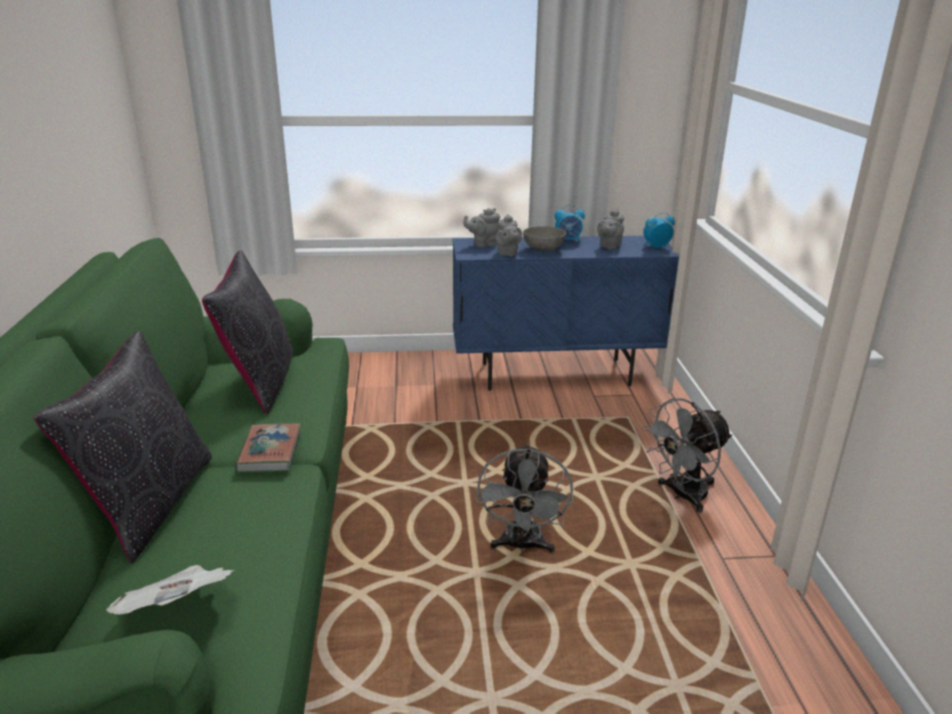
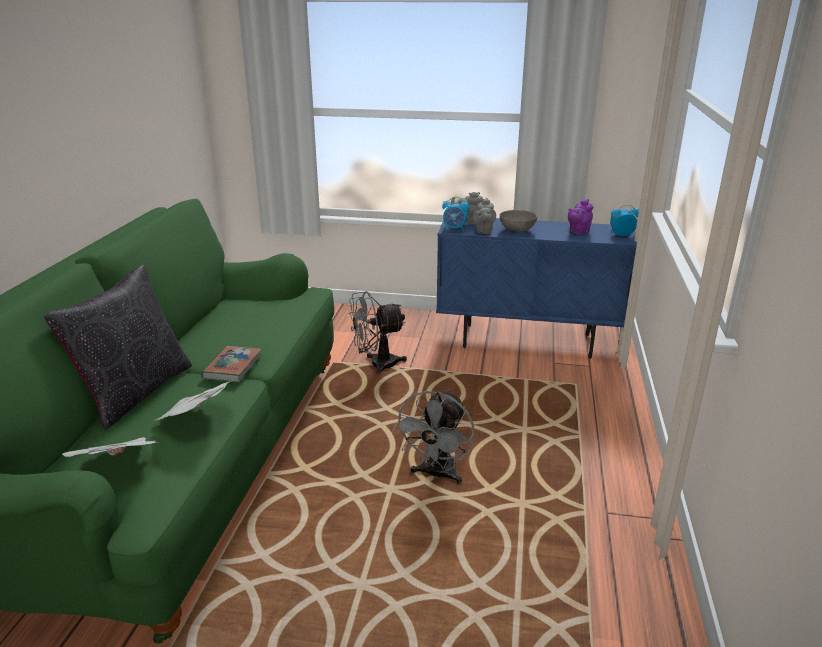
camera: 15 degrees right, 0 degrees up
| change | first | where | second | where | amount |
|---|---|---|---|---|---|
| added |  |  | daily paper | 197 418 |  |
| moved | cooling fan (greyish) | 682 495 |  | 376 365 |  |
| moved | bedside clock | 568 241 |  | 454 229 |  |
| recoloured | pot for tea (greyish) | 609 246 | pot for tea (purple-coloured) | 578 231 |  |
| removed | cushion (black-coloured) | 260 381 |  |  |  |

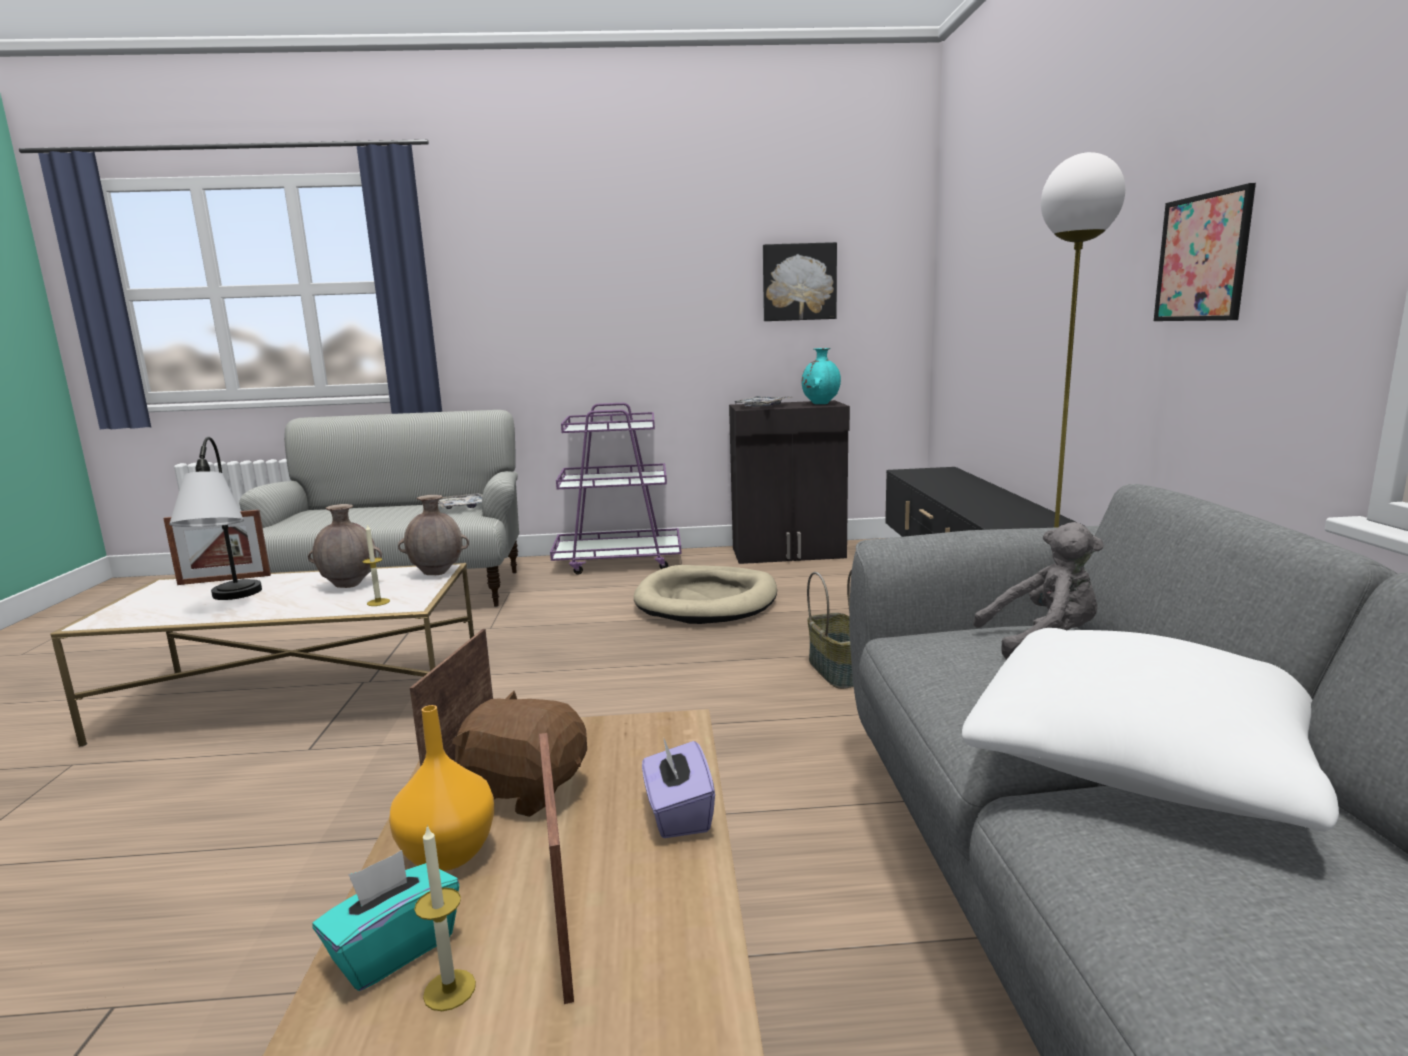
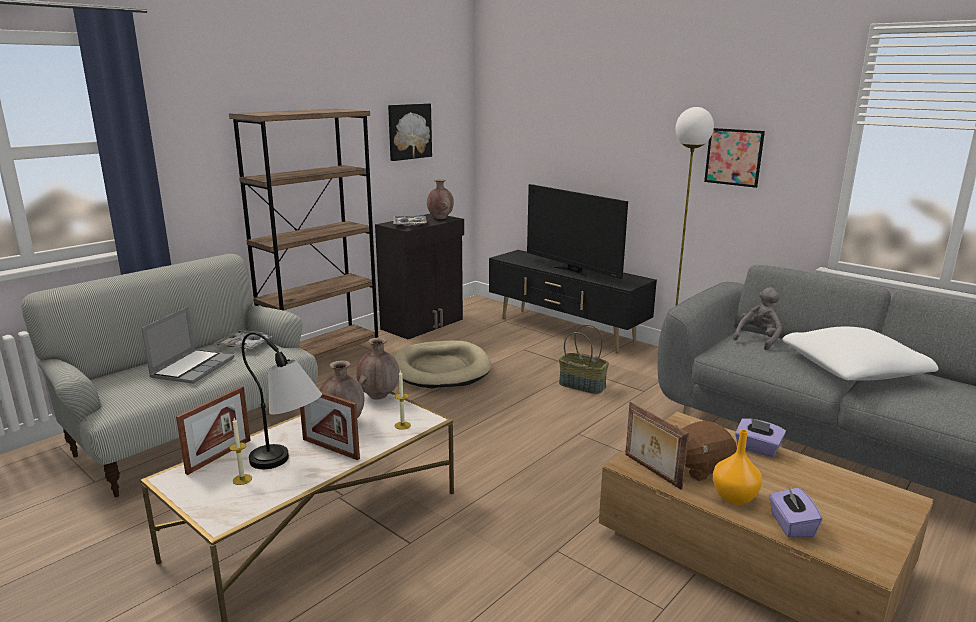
camera: 45 degrees left, 5 degrees up
| change | first | where | second | where | amount |
|---|---|---|---|---|---|
| added |  |  | notebook computer | 193 367 |  |
| replaced | wheeled cart (purple-coloured) | 619 561 | bookcase (brownish) | 322 359 |  |
| moved | candle | 449 990 |  | 242 479 |  |
| moved | picture frame | 561 925 |  | 330 449 |  |
| recoloured | flower vase (turquoise) | 820 404 | flower vase (brownish) | 440 218 |  |
| added |  |  | television | 573 271 |  |
| recoloured | tissue box (turquoise) | 393 949 | tissue box (purple-coloured) | 790 525 |  |

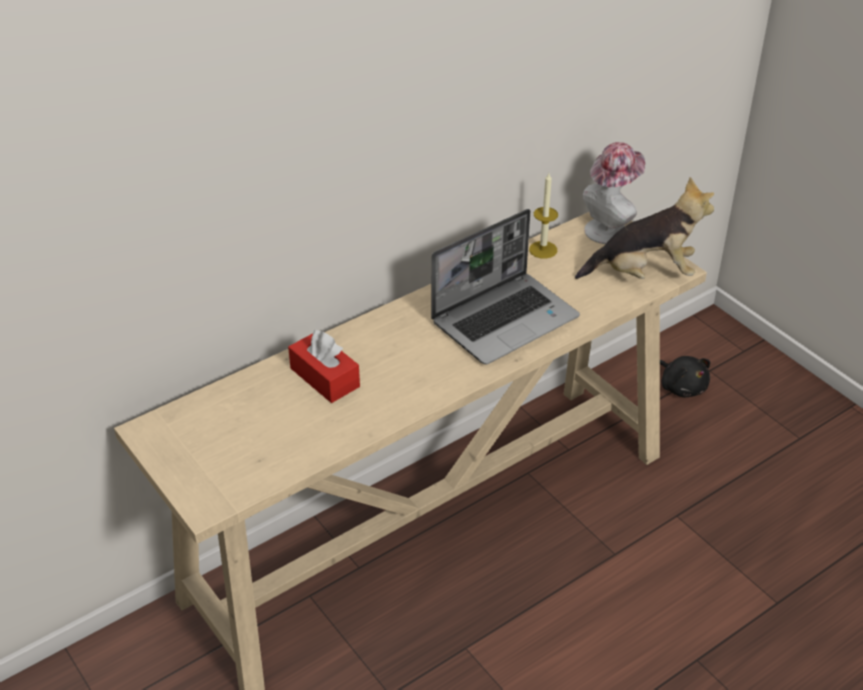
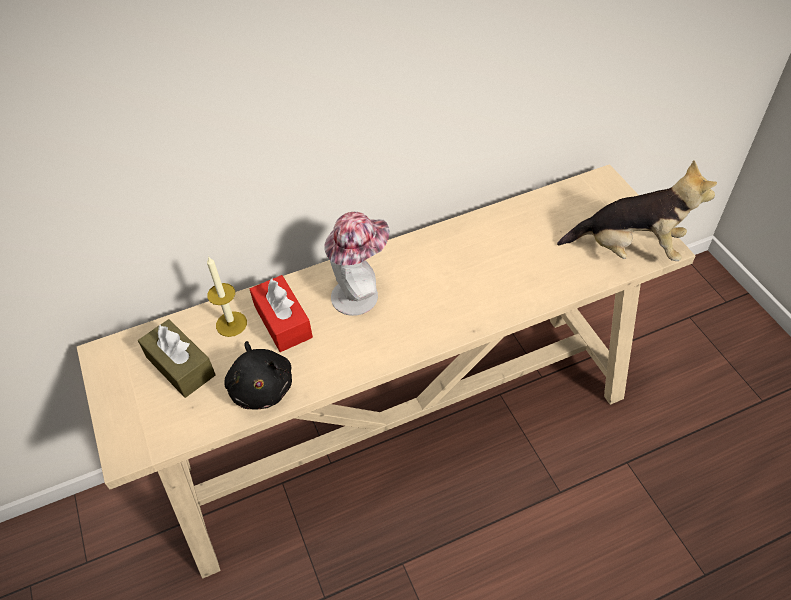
camera: 15 degrees right, 10 degrees up
| change | first | where | second | where | amount |
|---|---|---|---|---|---|
| added |  |  | tissue box (brownish) | 180 366 |  |
| moved | candle | 543 249 |  | 231 324 |  |
| moved | cuddly toy (black-coloured) | 682 386 |  | 262 386 |  |
| moved | wearable hat | 610 228 |  | 360 293 |  |
| removed | notebook computer | 505 319 |  |  |  |

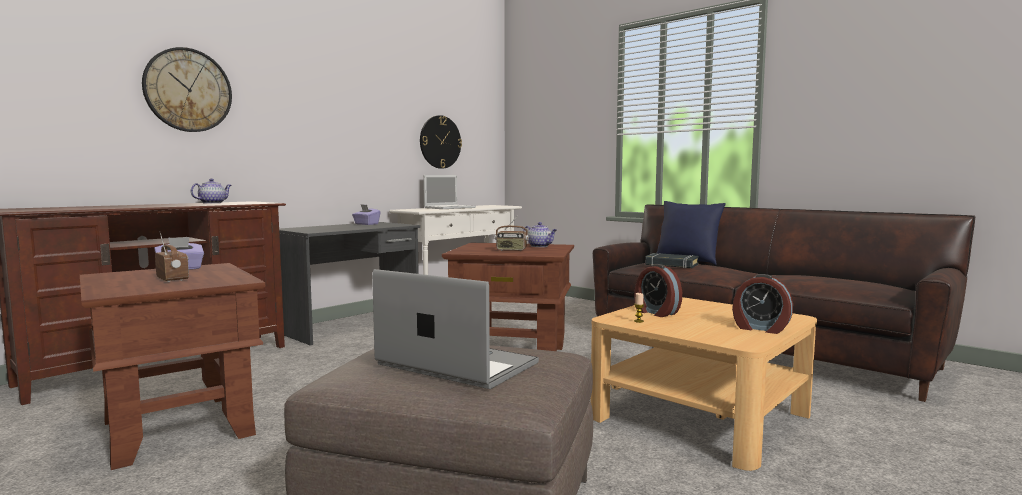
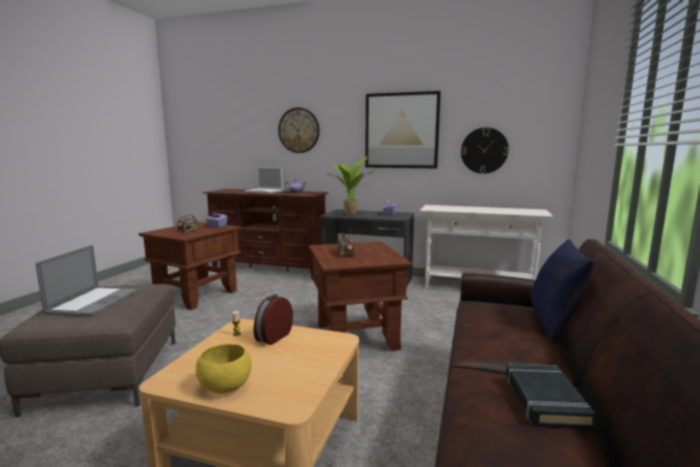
camera: 65 degrees right, 5 degrees up
| change | first | where | second | where | amount |
|---|---|---|---|---|---|
| replaced | bedside clock | 760 328 | deep dish (yellow) | 225 387 |  |
| moved | notebook computer | 450 208 |  | 264 191 |  |
| added |  |  | potted plant | 350 214 |  |
| added |  |  | wall picture | 401 131 |  |
| moved | volume (black-coloured) | 671 265 |  | 544 400 |  |
| removed | pot for tea | 540 246 |  |  |  |

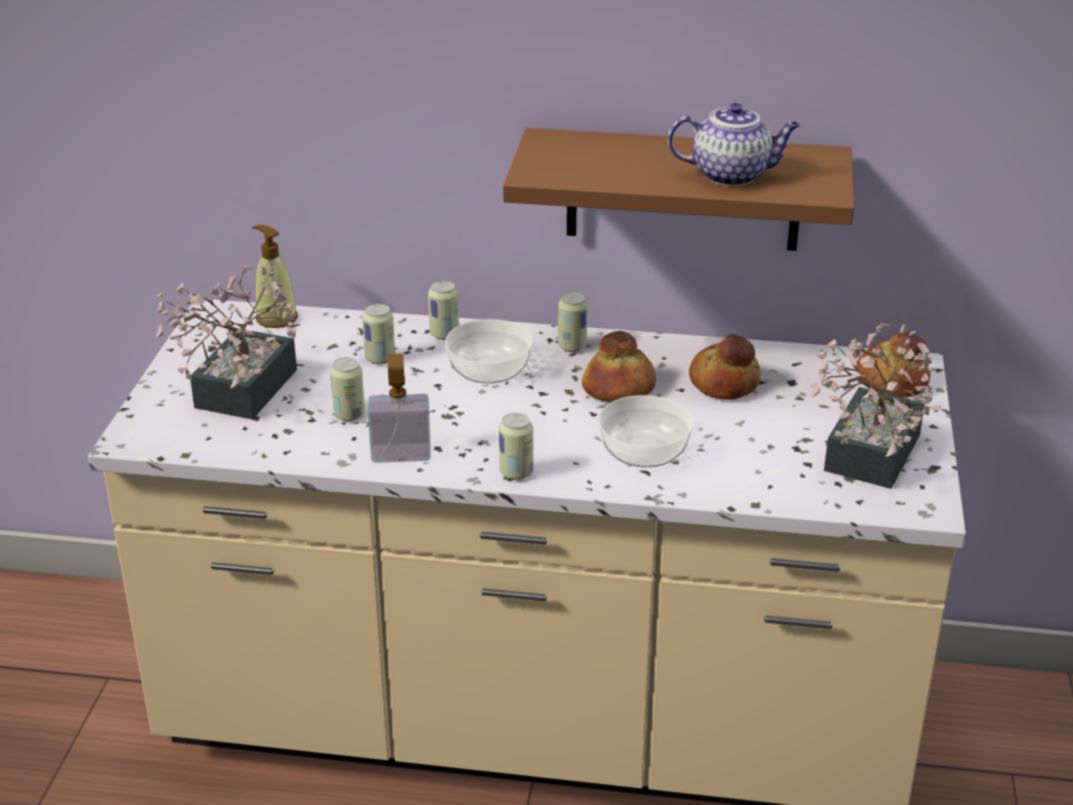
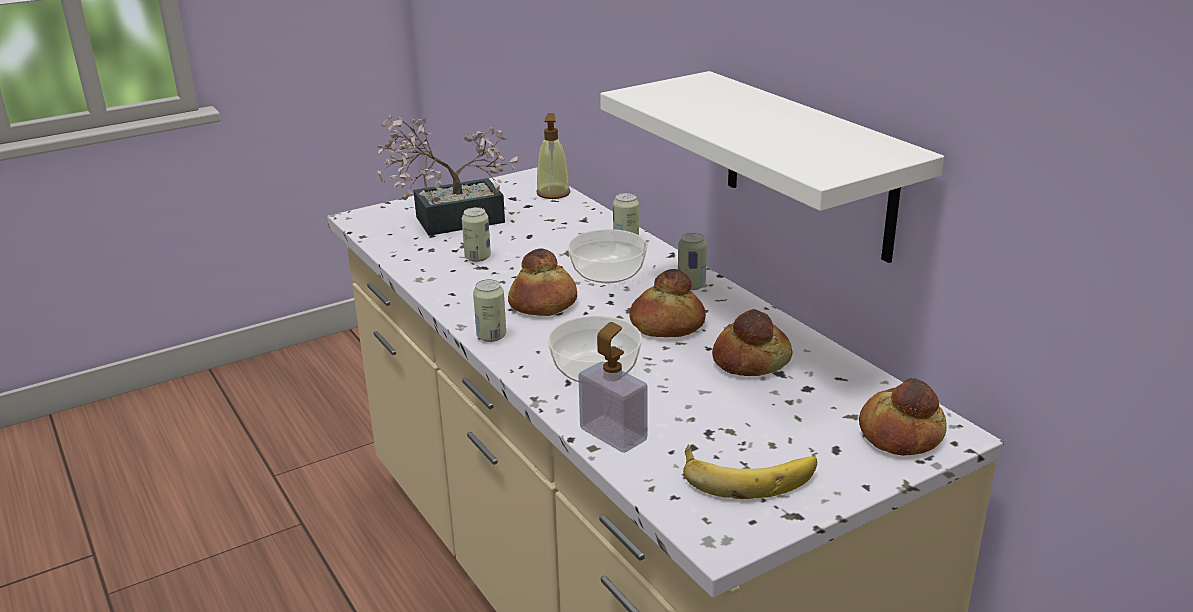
camera: 50 degrees right, 5 degrees down
| change | first | where | second | where | amount |
|---|---|---|---|---|---|
| added |  |  | bakery bread | 544 303 |  |
| moved | liquid soap bottle | 401 453 |  | 613 434 |  |
| recoloured | bracket shelf (brownish) | 683 190 | bracket shelf (white-coloured) | 808 165 |  |
| replaced | potted plant | 866 459 | banana | 747 473 |  |
| removed | sealed can | 380 358 |  |  |  |
| removed | pot for tea | 732 175 |  |  |  |

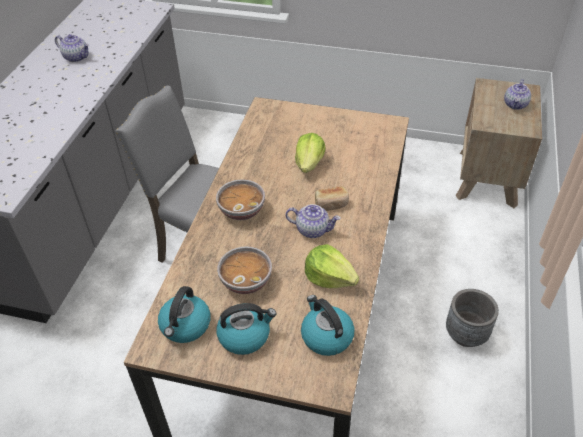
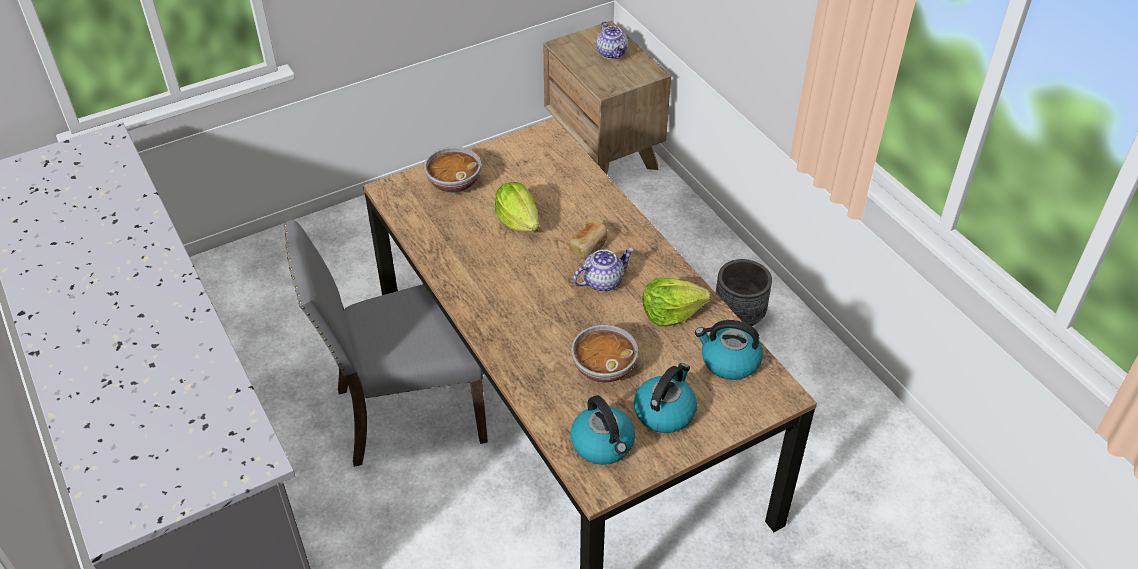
camera: 45 degrees left, 0 degrees up
| change | first | where | second | where | amount |
|---|---|---|---|---|---|
| moved | deep dish | 241 210 |  | 453 183 |  |
| removed | pot for tea | 76 57 |  |  |  |

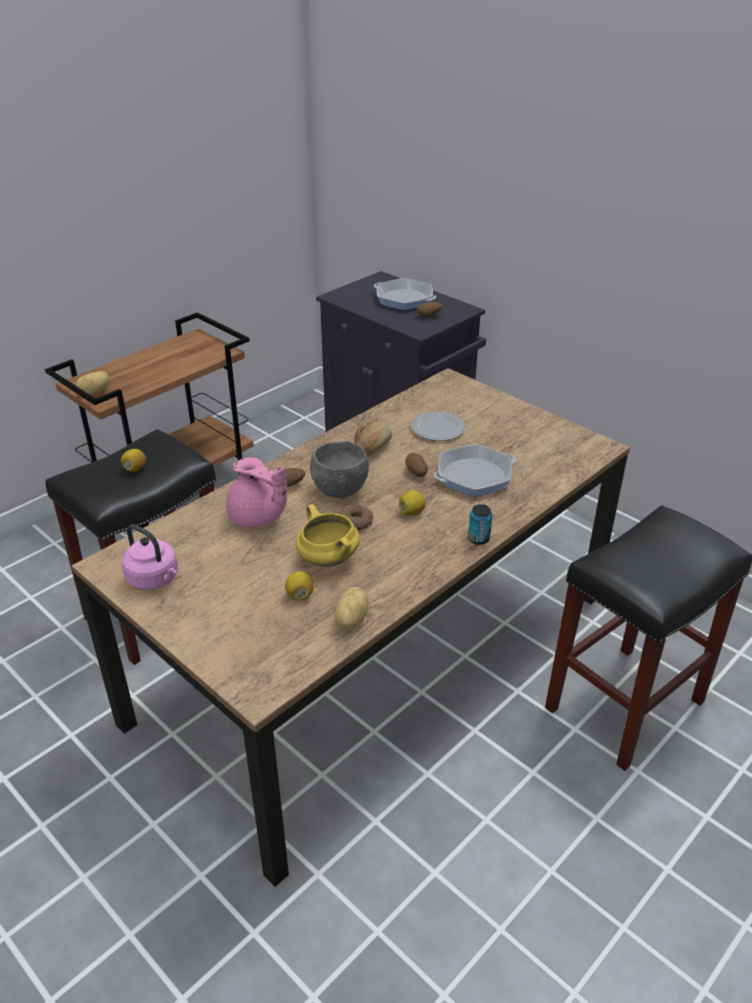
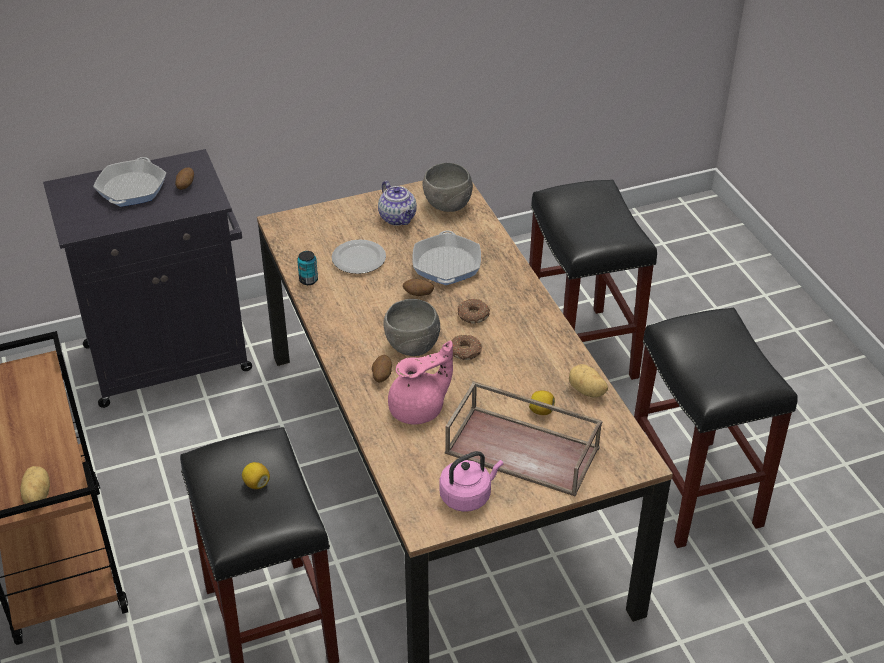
camera: 65 degrees left, 5 degrees up
| change | first | where | second | where | amount |
|---|---|---|---|---|---|
| turned | skillet | 404 299 |  | 131 188 | 135 degrees clockwise |
| moved | sealed can | 478 539 |  | 308 280 |  |
| added |  |  | pot for tea | 398 218 |  |
| added |  |  | deep dish (greyish) | 447 206 |  |
| added |  |  | tray (brownish) | 524 450 |  |
| replaced | whole lemon | 412 512 | donut | 472 315 |  |
| added |  |  | sitting stool (black-coloured) | 695 493 |  |
| removed | stockpot (yellow) | 327 559 |  |  |  |
| removed | bakery bread | 372 447 |  |  |  |

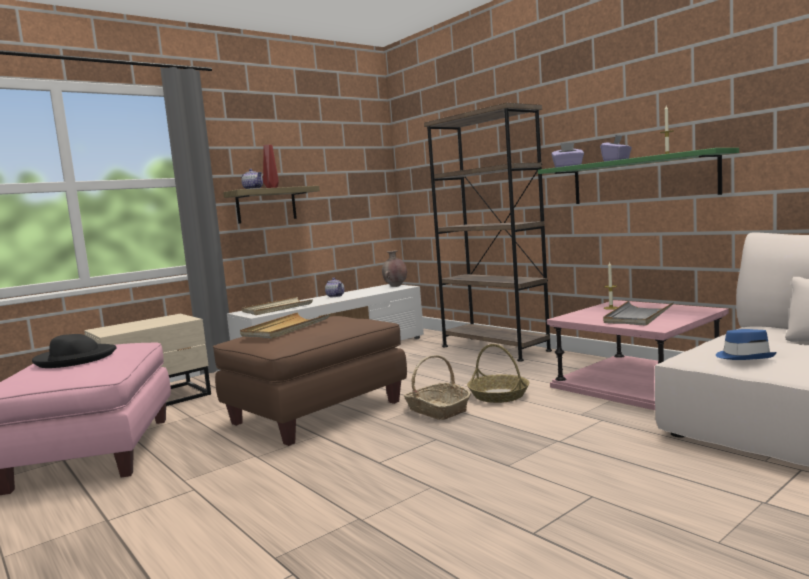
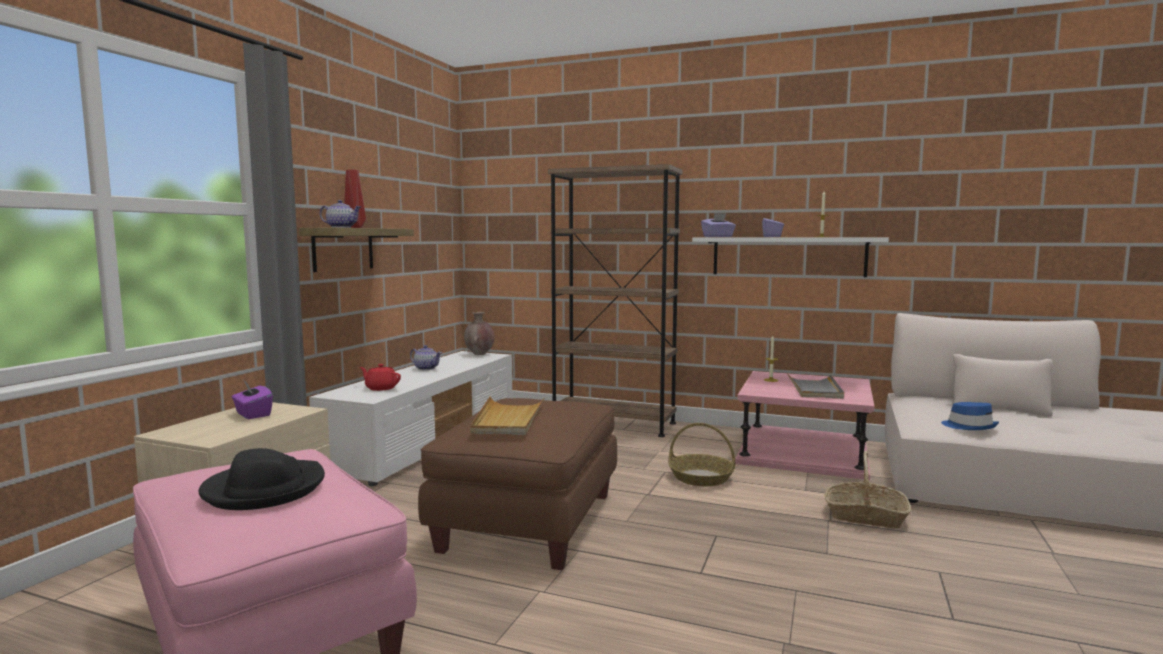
camera: 30 degrees left, 0 degrees up
| change | first | where | second | where | amount |
|---|---|---|---|---|---|
| added |  |  | tissue box (purple-coloured) | 252 414 |  |
| replaced | tray (beige) | 277 309 | pot for tea (red) | 381 388 |  |
| recoloured | bracket shelf (green-coloured) | 641 179 | bracket shelf (white-coloured) | 788 256 |  |
| moved | basket | 437 410 |  | 865 516 |  |

